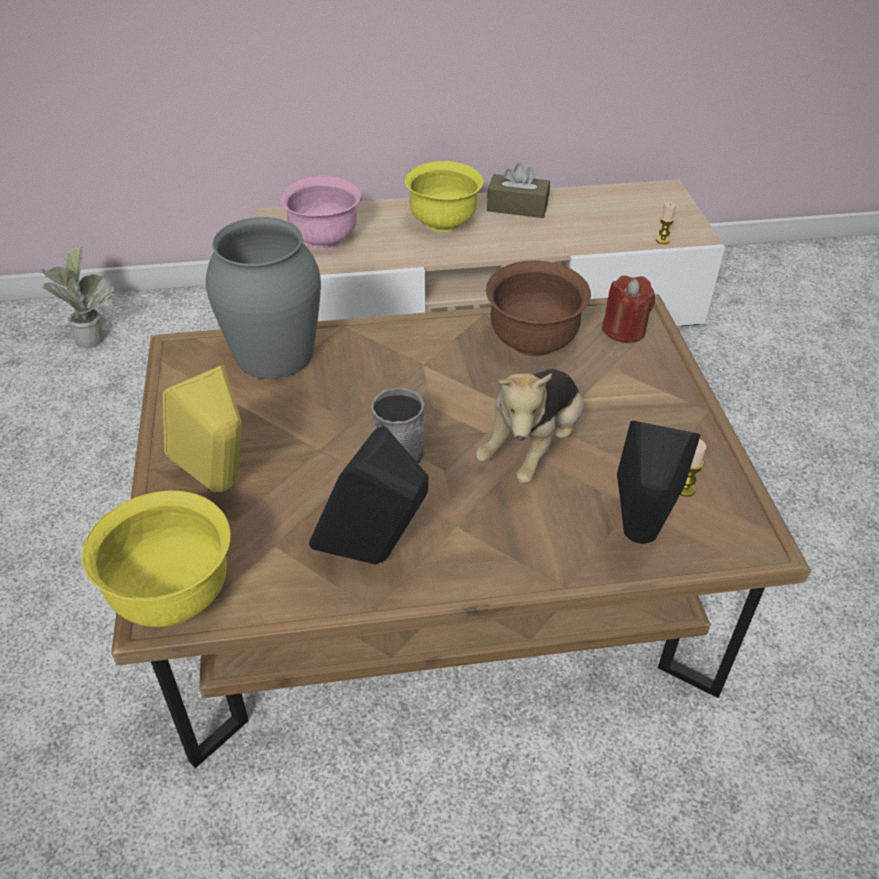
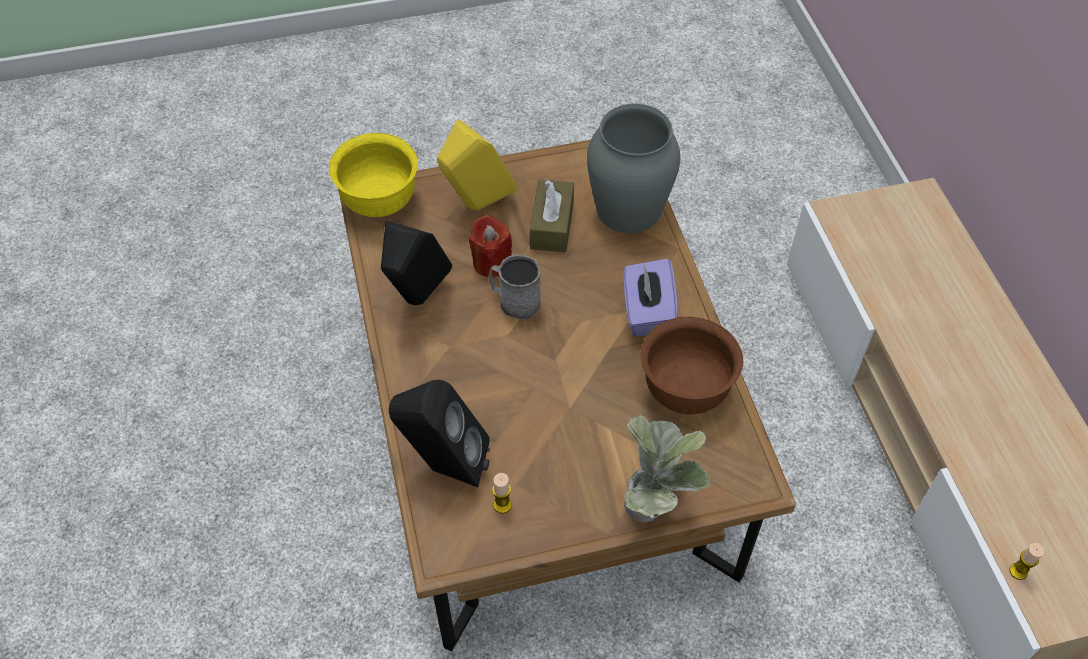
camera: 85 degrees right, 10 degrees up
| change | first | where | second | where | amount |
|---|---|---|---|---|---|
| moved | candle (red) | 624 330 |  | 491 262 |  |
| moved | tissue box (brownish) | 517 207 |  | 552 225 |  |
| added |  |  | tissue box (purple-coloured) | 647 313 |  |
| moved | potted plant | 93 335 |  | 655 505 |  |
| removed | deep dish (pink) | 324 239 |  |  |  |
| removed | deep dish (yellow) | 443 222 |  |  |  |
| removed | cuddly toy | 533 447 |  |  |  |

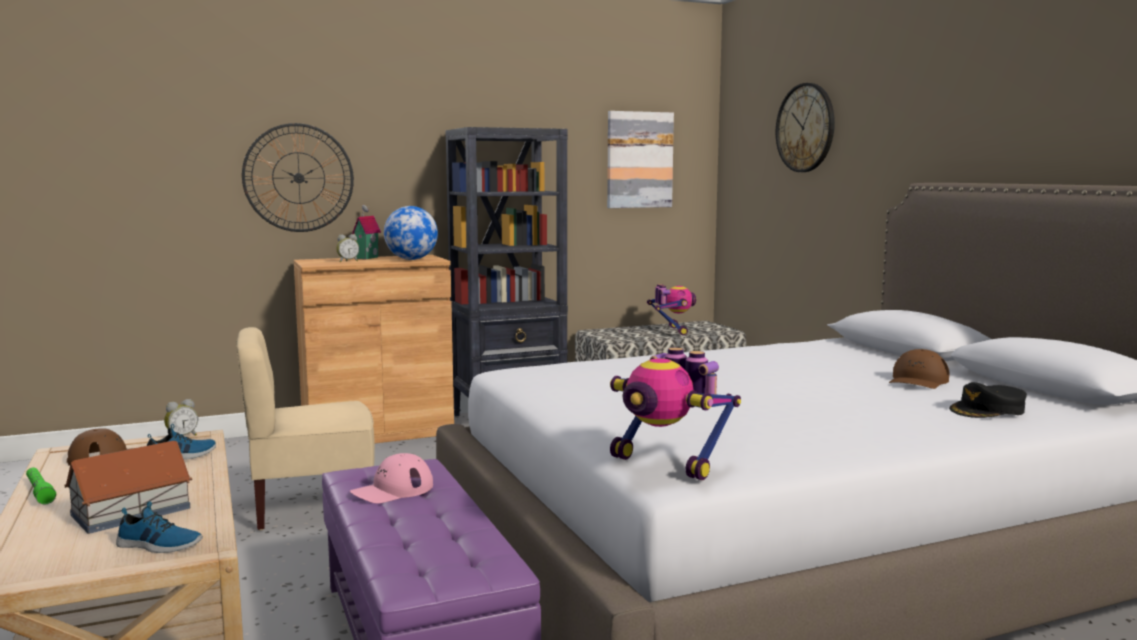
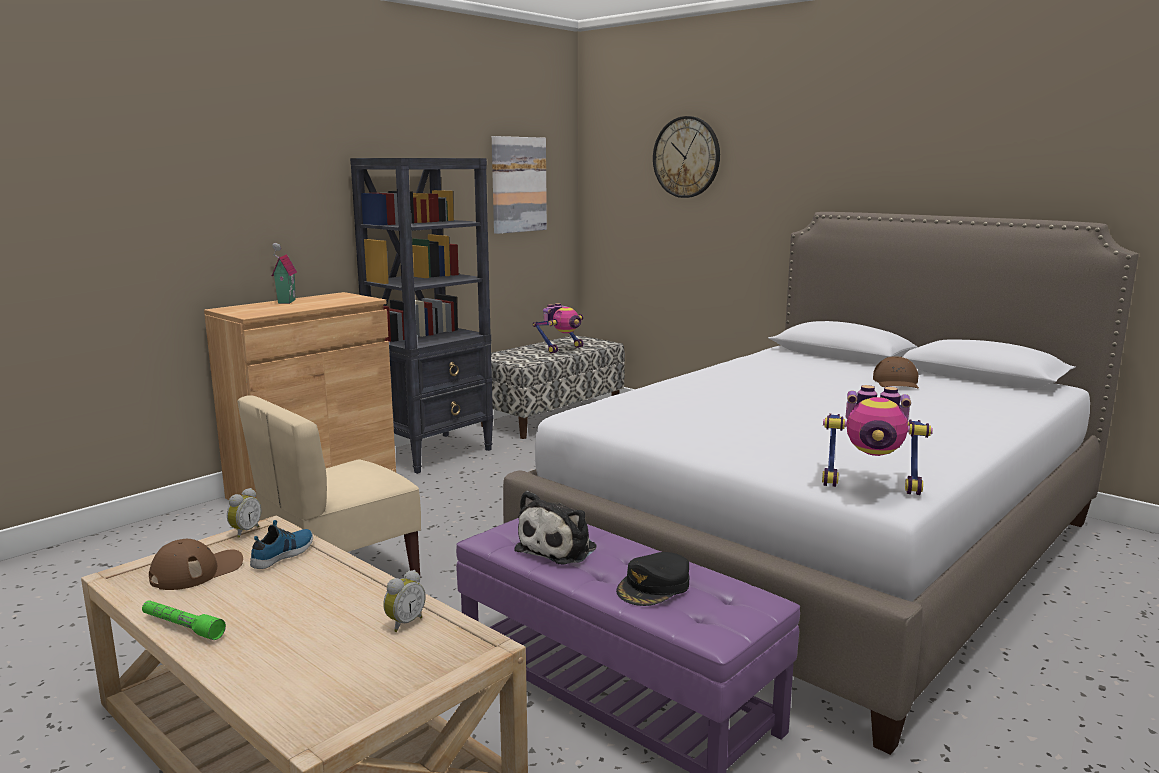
camera: 25 degrees left, 5 degrees up
| change | first | where | second | where | amount |
|---|---|---|---|---|---|
| moved | bedside clock | 348 261 |  | 404 623 |  |
| replaced | cap (pink) | 392 490 | cuddly toy | 560 548 |  |
| turned | model robot | 671 331 |  | 561 349 | 75 degrees clockwise |
| moved | cap (black-coloured) | 988 410 |  | 654 587 |  |
| removed | toy house | 129 511 |  |  |  |
| removed | low shoe | 158 545 |  |  |  |
| removed | hanging clock | 298 178 |  |  |  |
| removed | world globe | 411 259 |  |  |  |

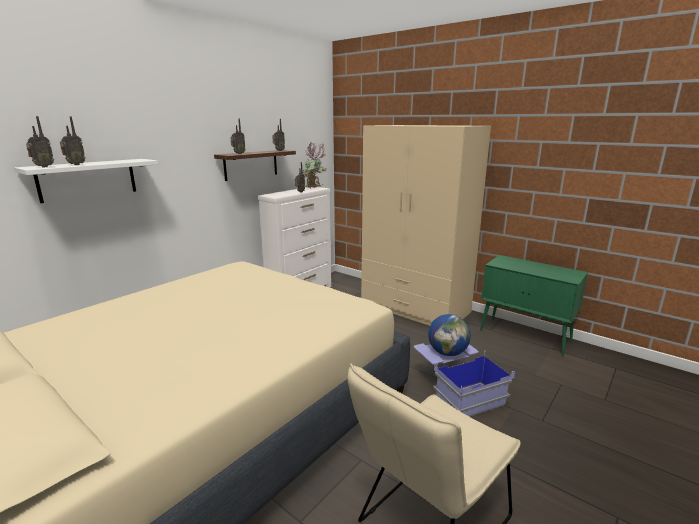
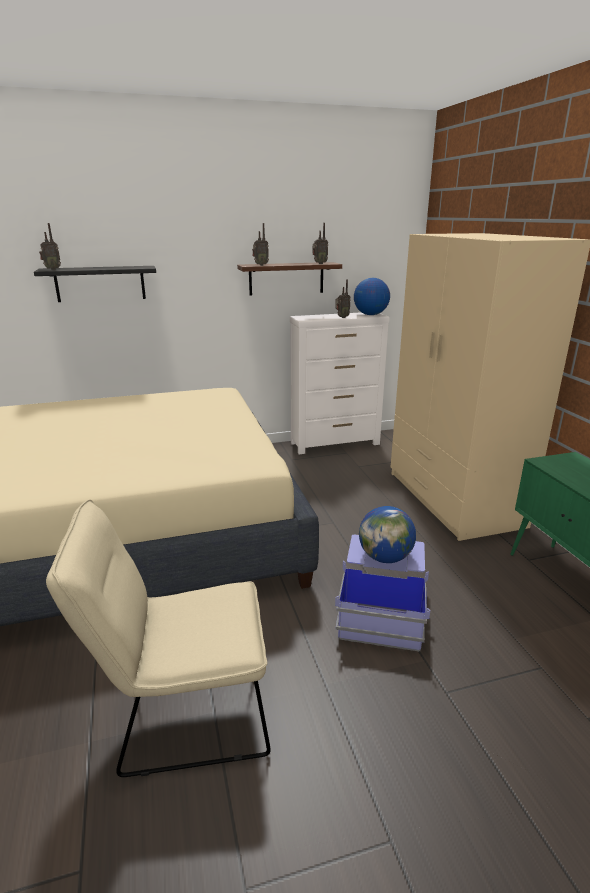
camera: 35 degrees right, 5 degrees up
| change | first | where | second | where | amount |
|---|---|---|---|---|---|
| recoloured | bracket shelf (white-coloured) | 88 179 | bracket shelf (black-coloured) | 100 283 |  |
| replaced | potted plant | 315 188 | world globe | 370 315 |  |
| removed | radio receiver | 75 165 |  |  |  |

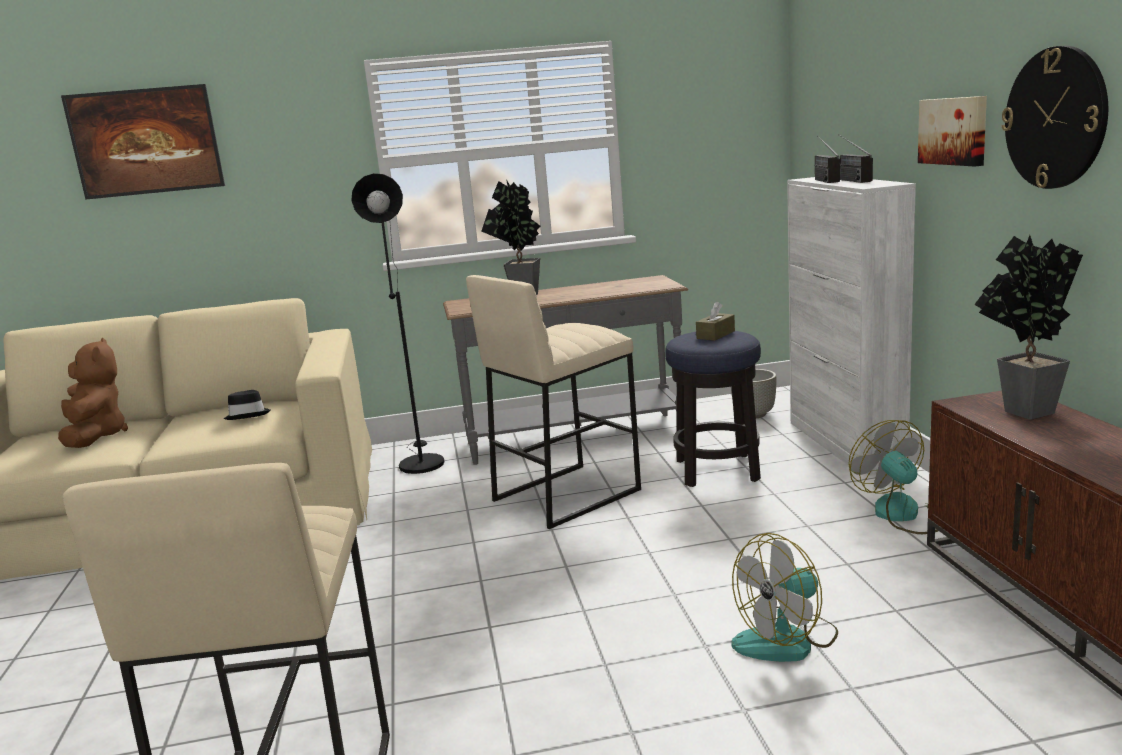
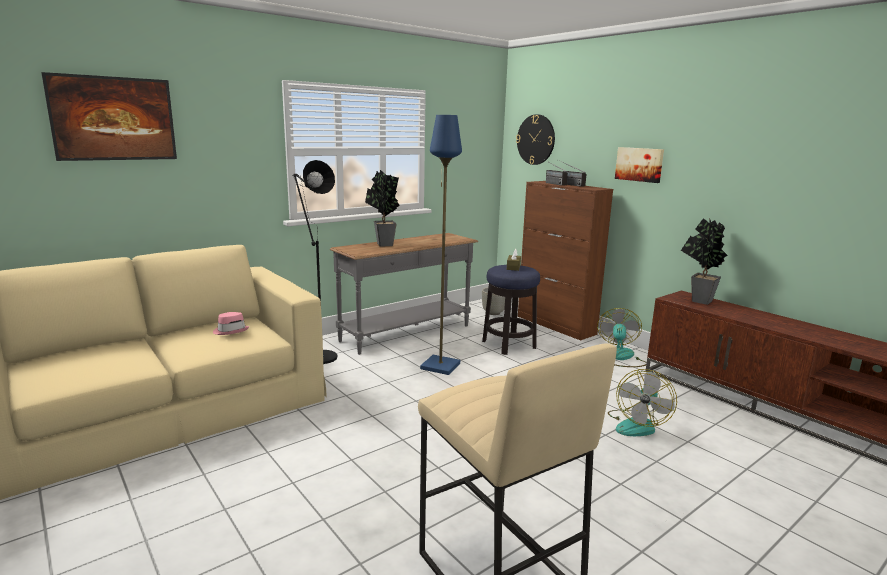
camera: 30 degrees left, 0 degrees up
| change | first | where | second | where | amount |
|---|---|---|---|---|---|
| recoloured | wearable hat (black-coloured) | 248 415 | wearable hat (pink) | 231 331 |  |
| replaced | sitting stool (beige) | 565 494 | standing lamp (blue) | 439 366 |  |
| moved | hanging clock | 1055 118 |  | 536 139 |  |
| recoloured | storage cabinet (white-coloured) | 845 443 | storage cabinet (brownish) | 556 325 |  |
| turned | cooling fan | 905 515 |  | 621 358 | 60 degrees clockwise |
| removed | cuddly toy (brownish) | 95 436 |  |  |  |

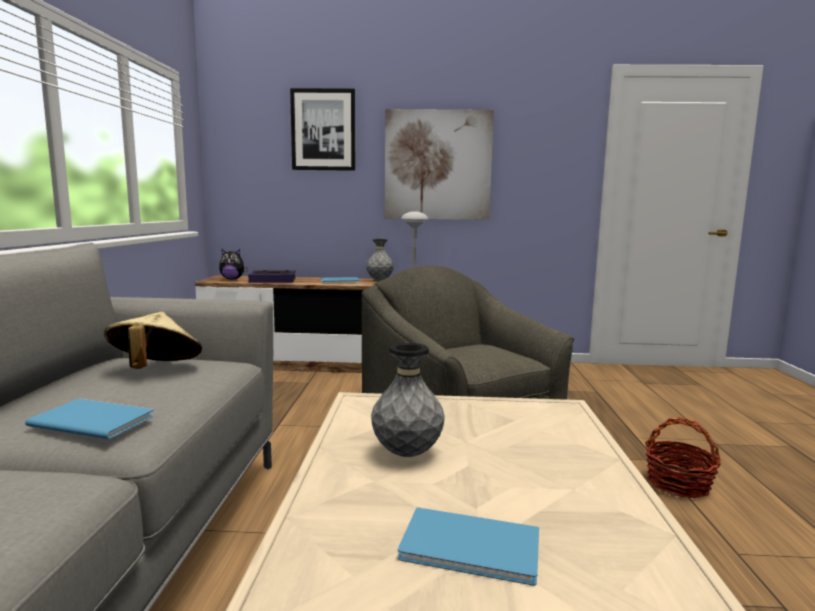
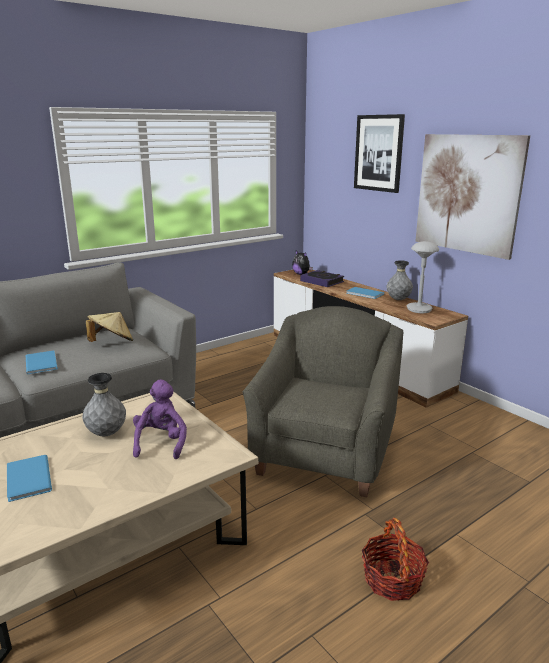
camera: 50 degrees right, 10 degrees up
| change | first | where | second | where | amount |
|---|---|---|---|---|---|
| added |  |  | cuddly toy (purple-coloured) | 161 443 |  |

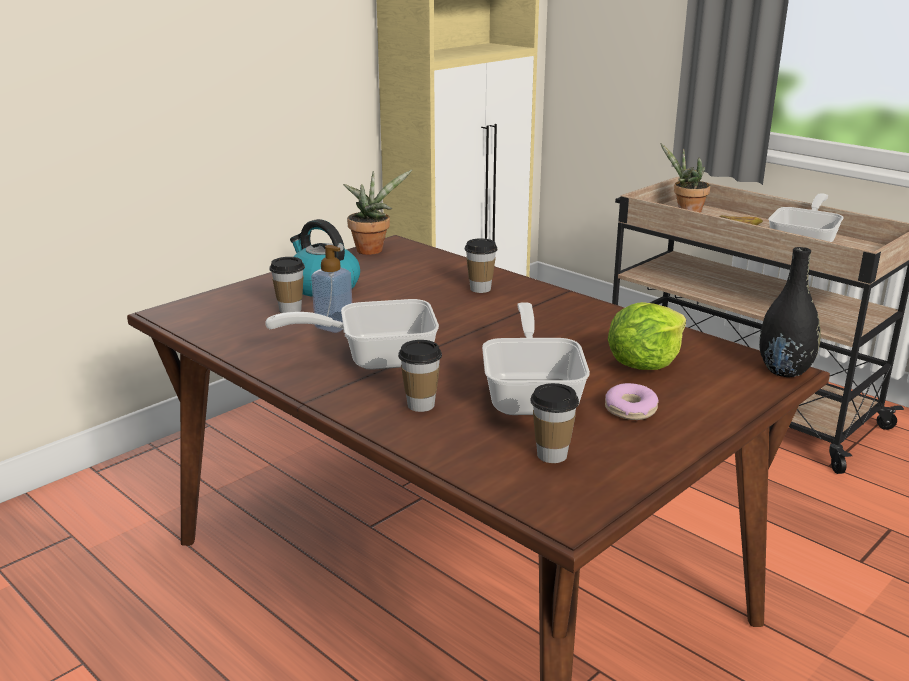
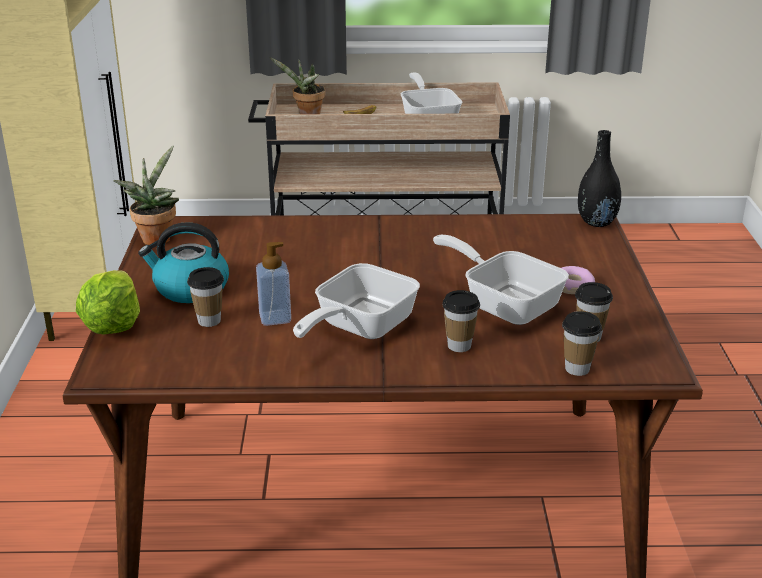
camera: 45 degrees left, 5 degrees up
| change | first | where | second | where | amount |
|---|---|---|---|---|---|
| moved | lettuce | 644 363 |  | 112 325 |  |
| moved | small cup | 480 289 |  | 577 368 |  |

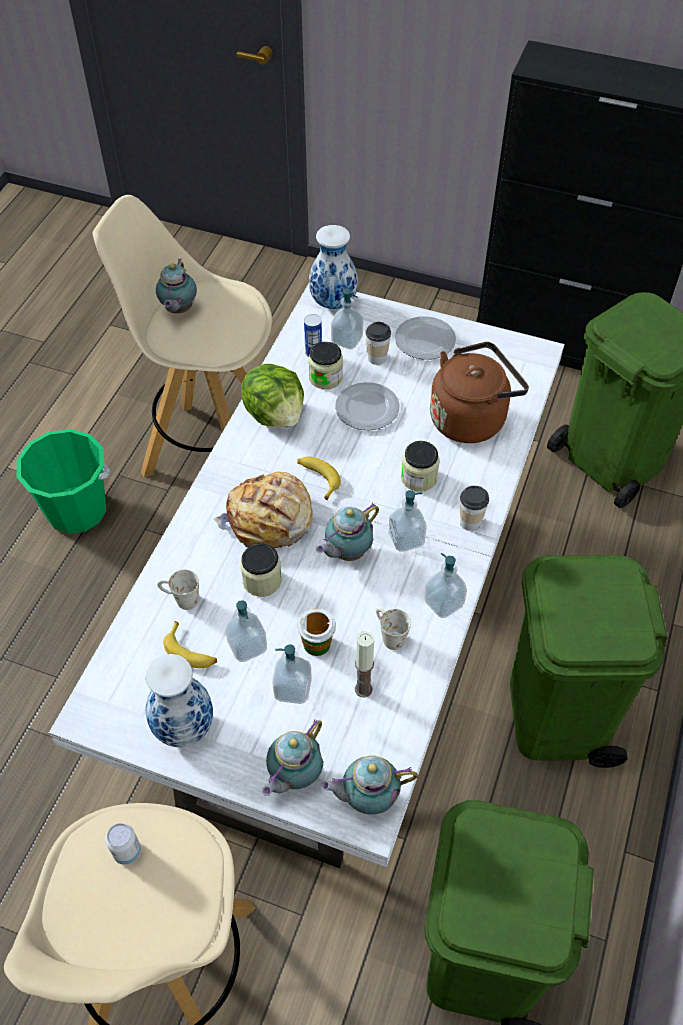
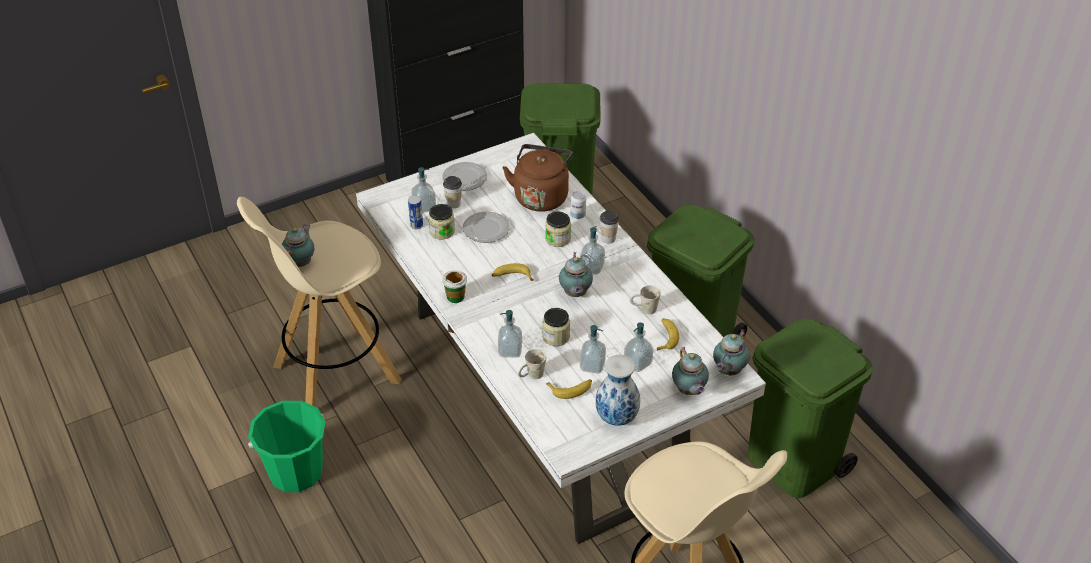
camera: 50 degrees left, 10 degrees down
| change | first | where | second | where | amount |
|---|---|---|---|---|---|
| turned | pot for tea | 178 310 |  | 301 262 | 120 degrees counterclockwise |
| moved | small cup | 317 644 |  | 455 296 |  |
| moved | liquid soap bottle | 443 603 |  | 510 350 |  |
| moved | sealed can | 127 851 |  | 578 215 |  |
| replaced | candle | 363 689 | banana | 665 337 |  |
| removed | bakery bread | 269 520 |  |  |  |
| removed | lettuce | 275 414 |  |  |  |
| removed | flower vase | 334 302 |  |  |  |

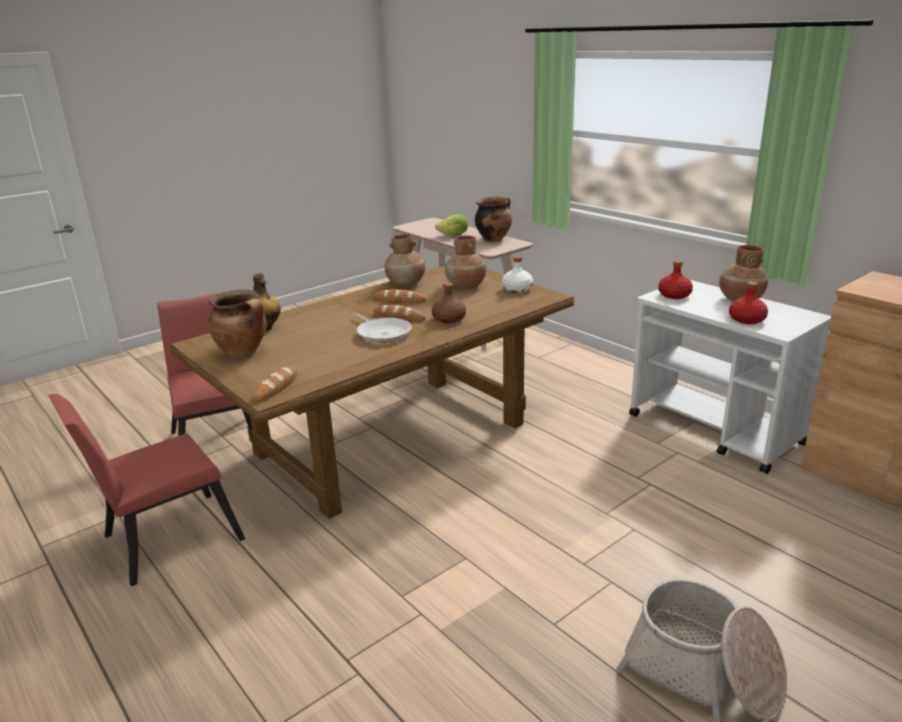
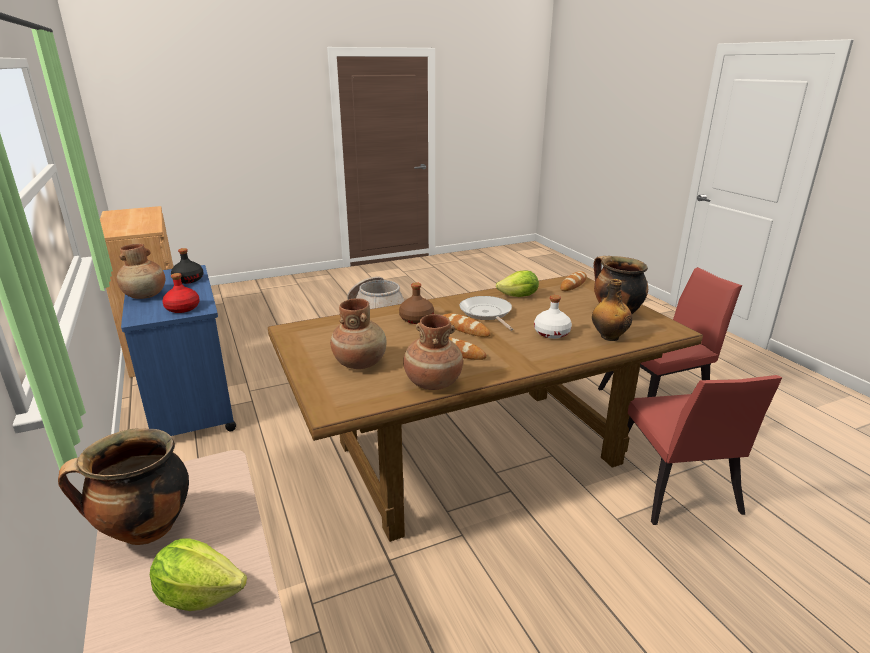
camera: 165 degrees left, 0 degrees up
| change | first | where | second | where | amount |
|---|---|---|---|---|---|
| recoloured | wheeled cart (white-coloured) | 715 430 | wheeled cart (blue) | 191 402 |  |
| recoloured | beverage bottle (red) | 747 319 | beverage bottle (black-coloured) | 188 280 |  |
| added |  |  | lettuce | 519 296 |  |
| moved | beverage bottle (white-coloured) | 517 289 |  | 552 333 |  |

